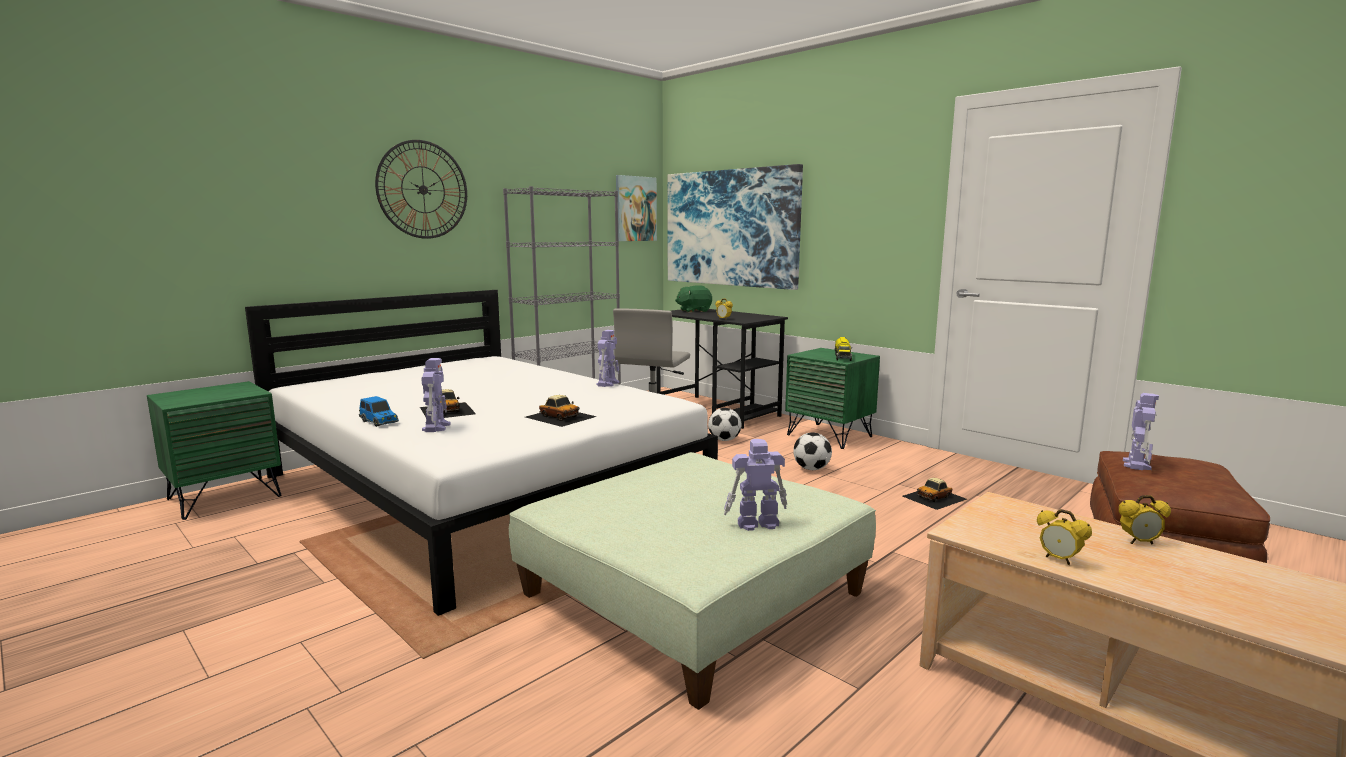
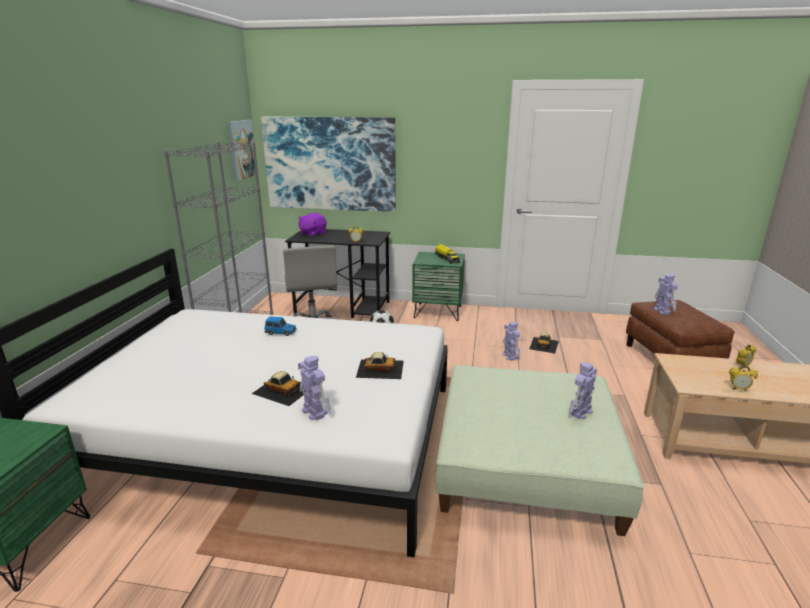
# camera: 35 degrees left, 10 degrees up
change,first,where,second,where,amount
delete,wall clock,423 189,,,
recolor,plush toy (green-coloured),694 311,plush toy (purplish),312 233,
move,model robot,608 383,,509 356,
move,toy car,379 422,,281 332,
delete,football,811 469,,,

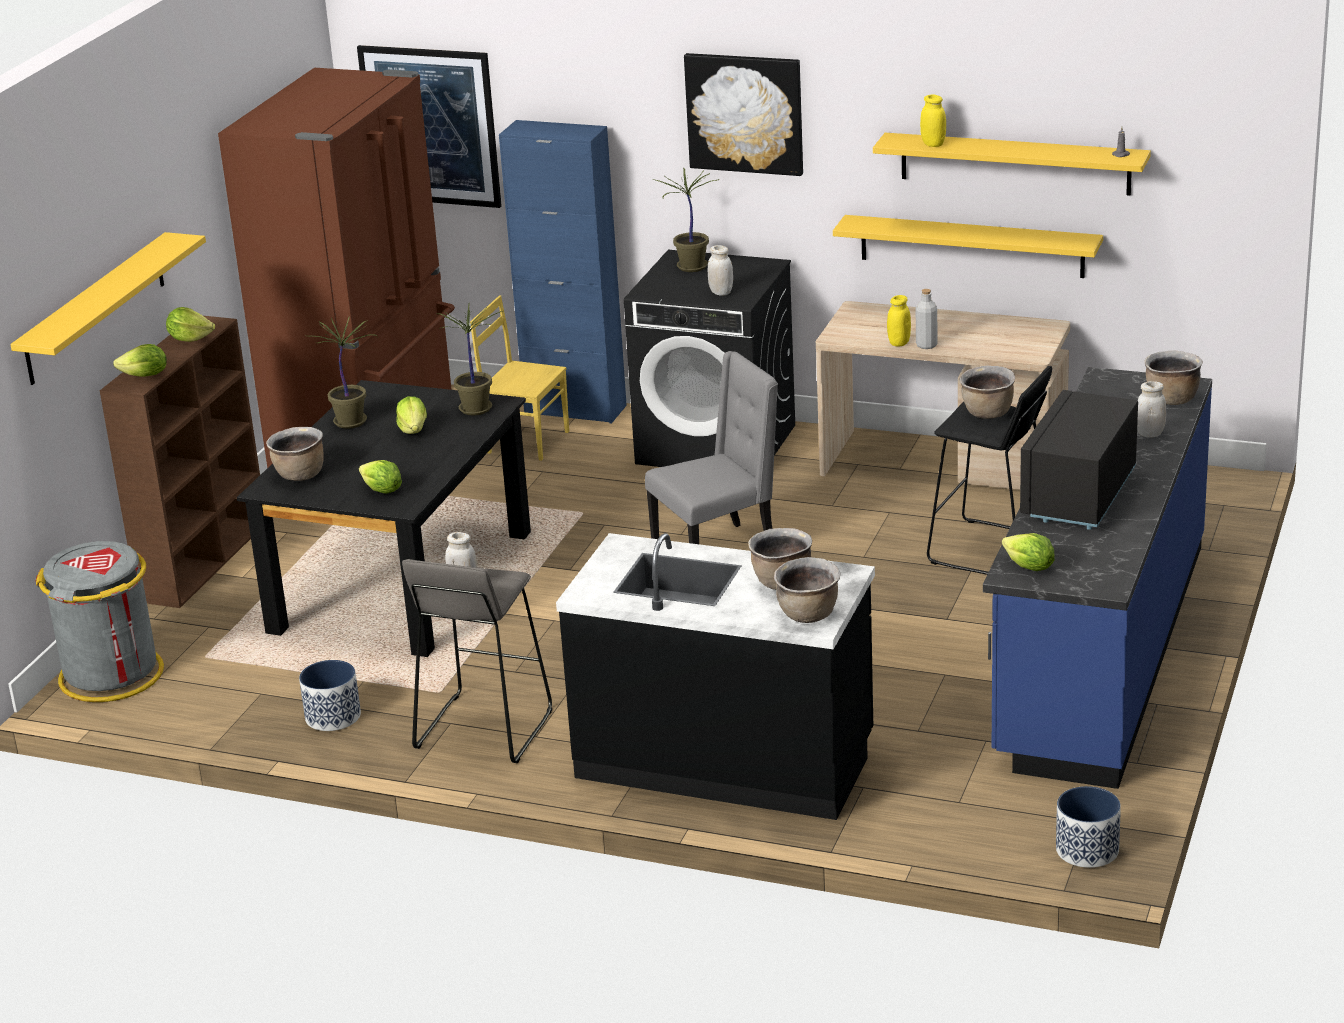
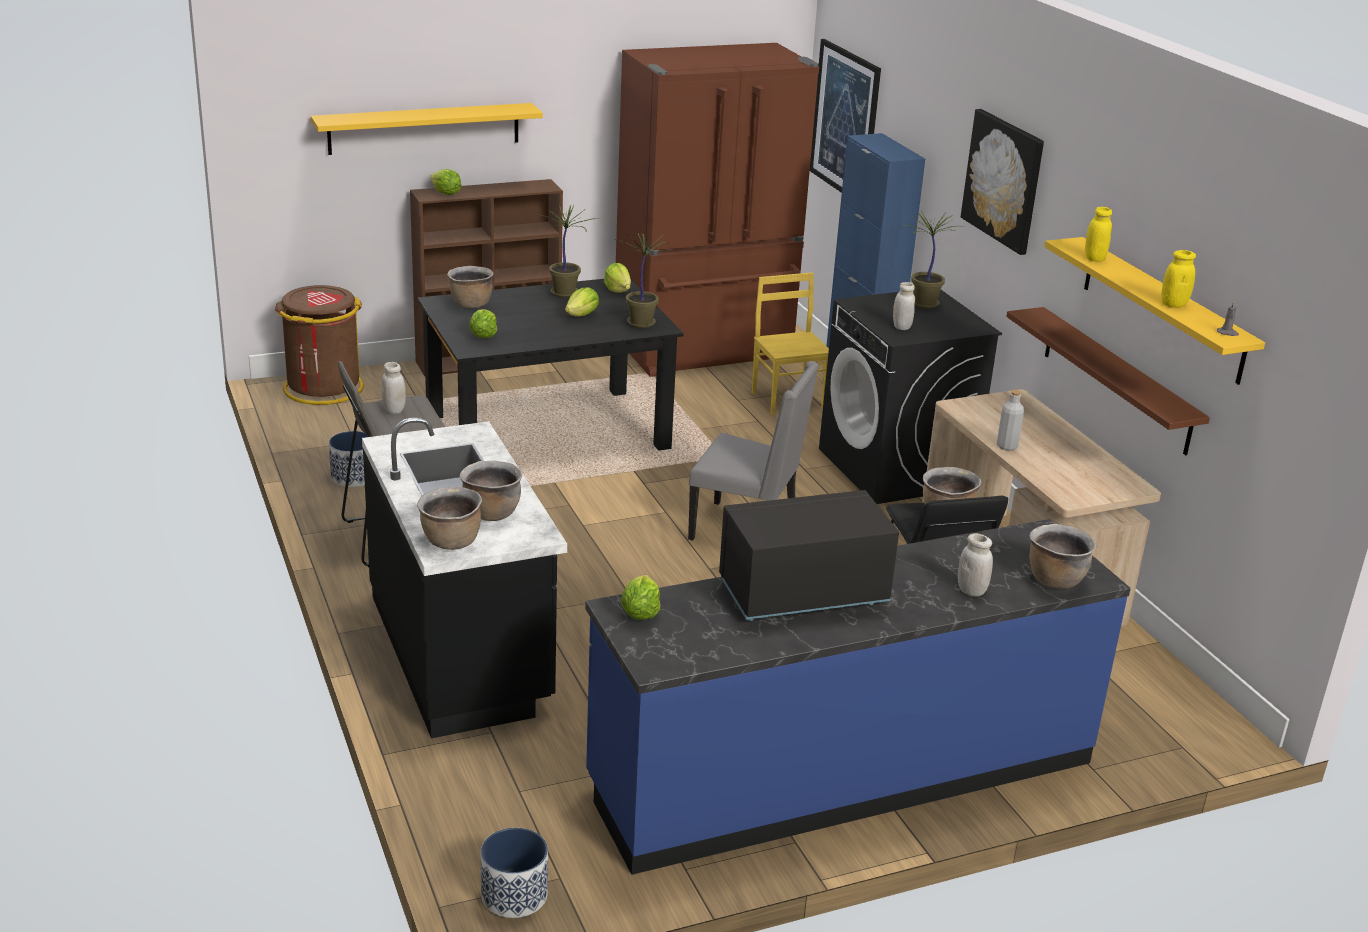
# camera: 45 degrees right, 0 degrees up
change,first,where,second,where,amount
recolor,wall shelf (yellow-coloured),971 246,wall shelf (brown-coloured),1116 380,
move,storage jar (yellow-coloured),899 343,,1173 304,
move,lettuce head,190 338,,618 290,
recolor,rubbish bin (greyish),112 675,rubbish bin (brown-coloured),323 388,

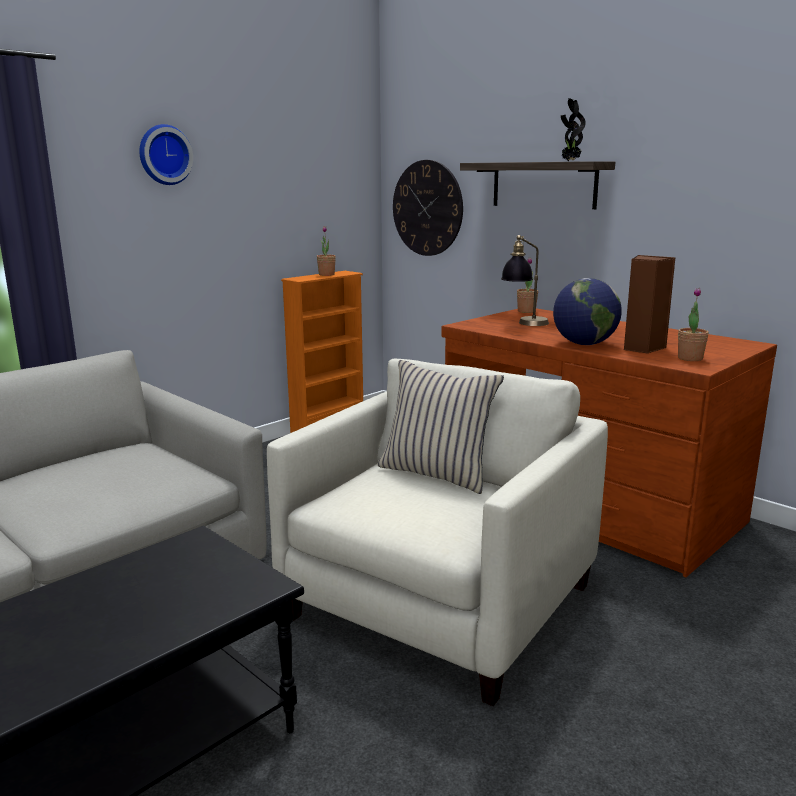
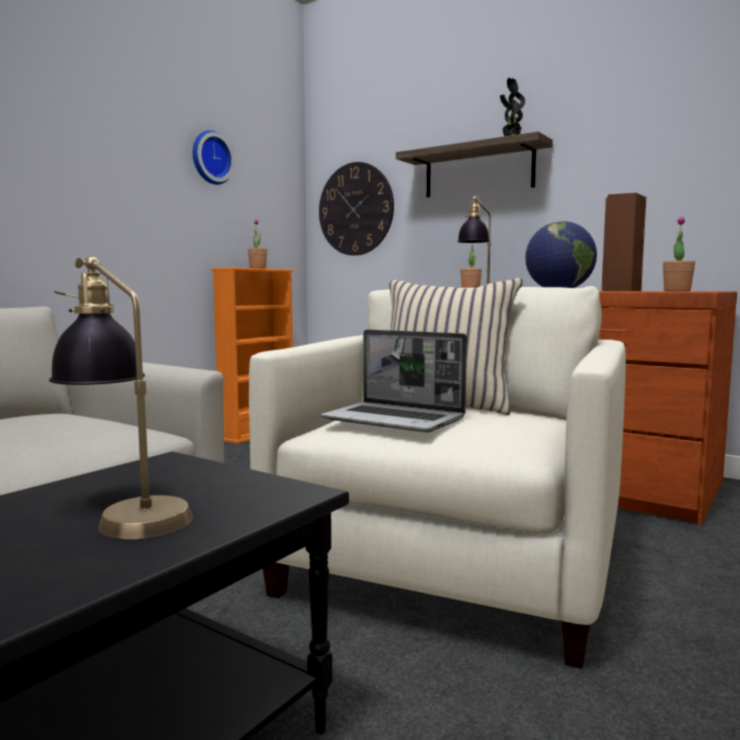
# camera: 10 degrees left, 10 degrees down
change,first,where,second,where,amount
move,wall clock,164 155,,210 158,
insert,,,table lamp,124 512,
insert,,,laptop,395 420,

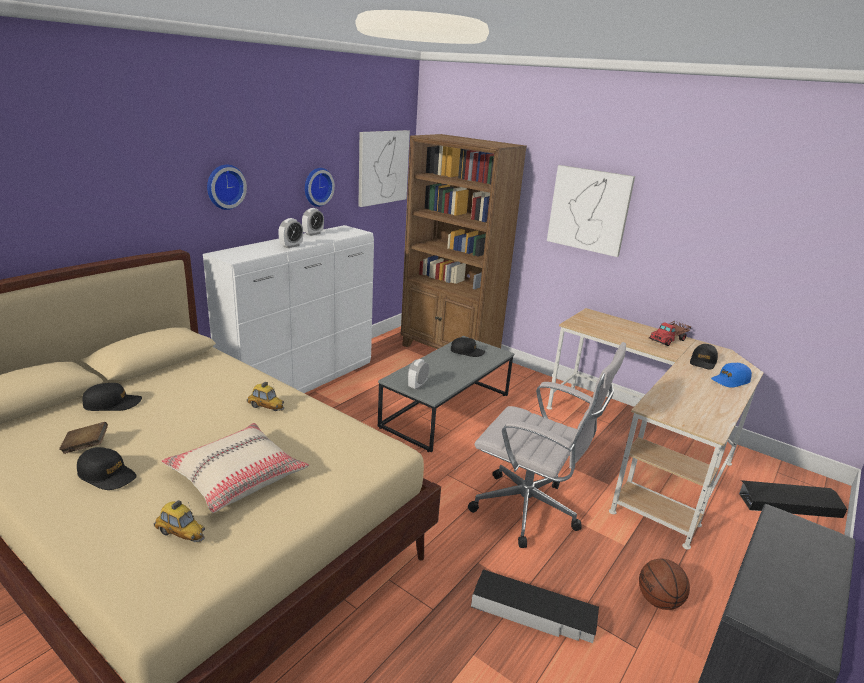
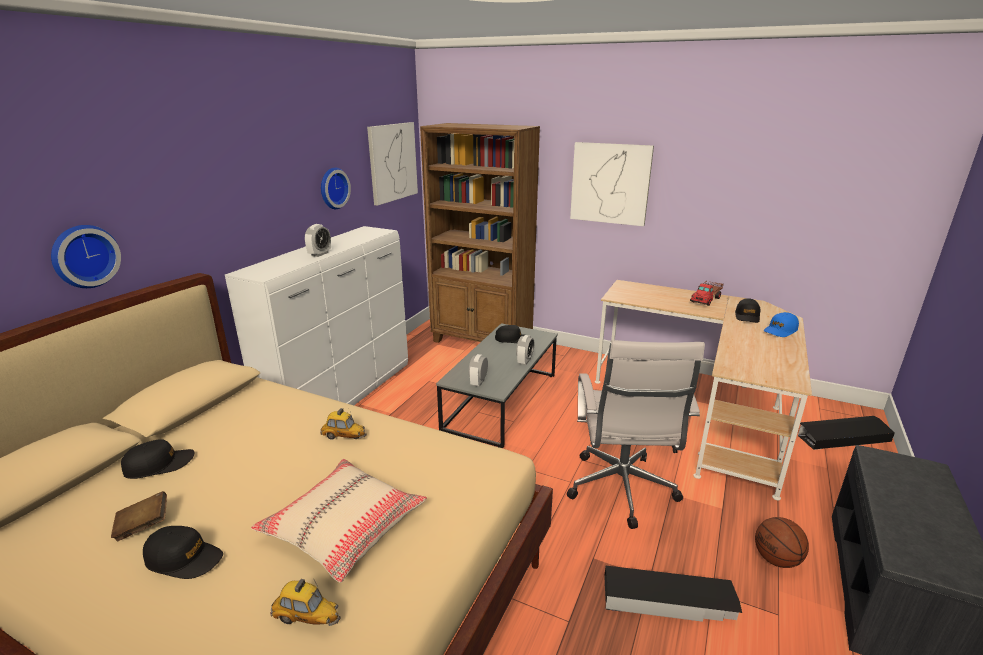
# camera: 10 degrees left, 0 degrees up
change,first,where,second,where,amount
move,wall clock,224 186,,84 256,
move,bedside clock,313 234,,524 361,
rotate,office chair (white-coloured),530 511,,622 491,75 degrees clockwise

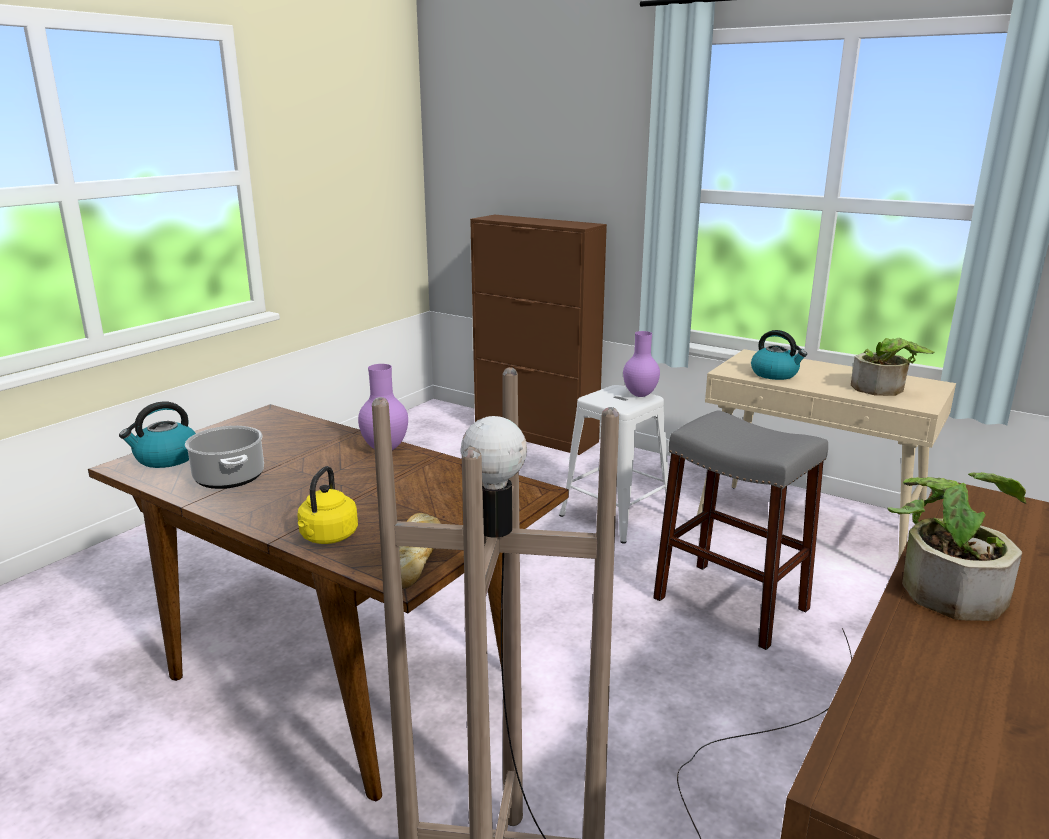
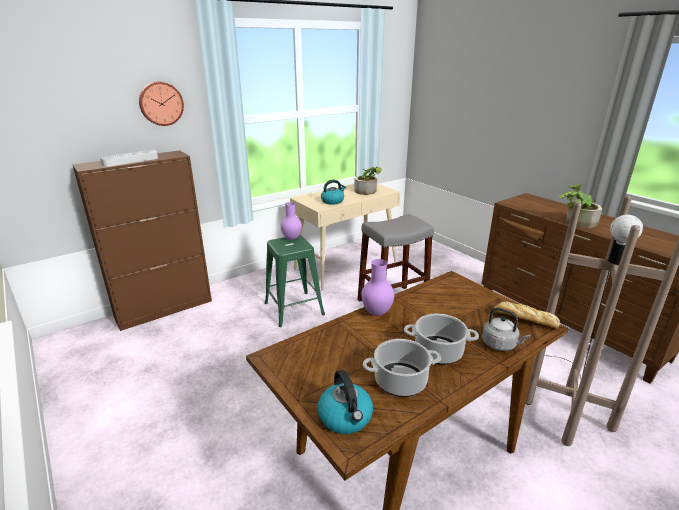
# camera: 70 degrees left, 5 degrees up
change,first,where,second,where,amount
recolor,stool seat (white-coloured),616 514,stool seat (green-coloured),293 308,
recolor,water kettle (yellow-coloured),327 537,water kettle (greyish),500 345,
insert,,,wall clock,161 103,
insert,,,serving tray (greyish),130 161,
insert,,,cooking pot,439 351,

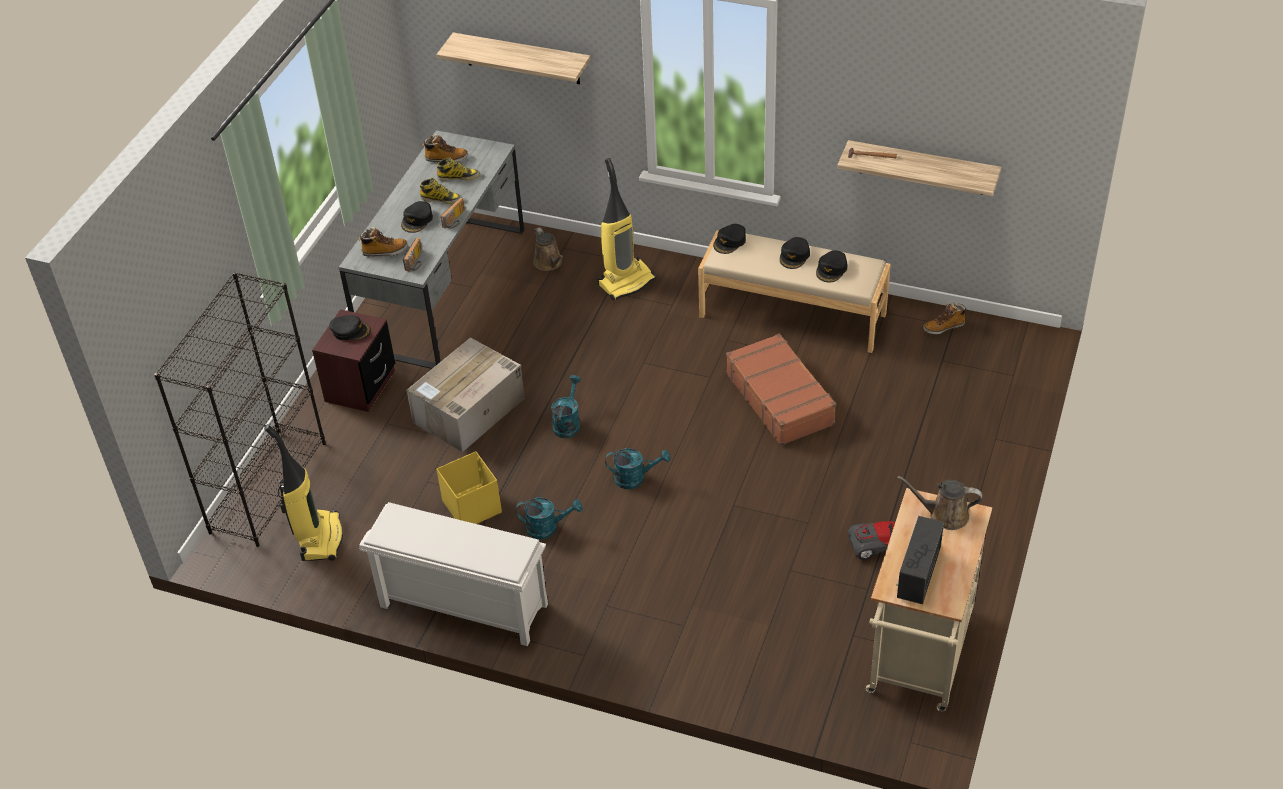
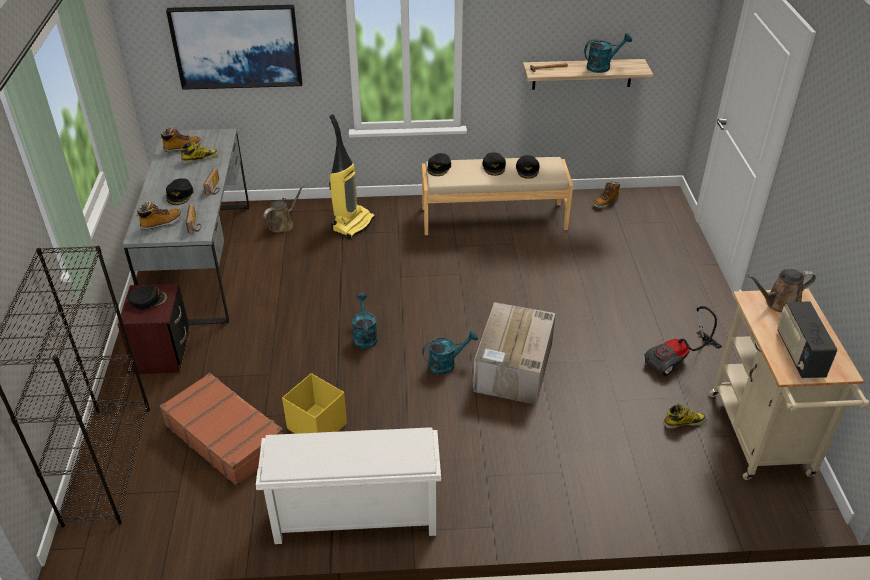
# camera: 25 degrees left, 5 degrees down
change,first,where,second,where,amount
replace,wall shelf,522 59,picture,237 46,
move,high-top boot,441 199,,684 421,
rotate,sprinkling can (brown-coloured),549 263,,283 224,90 degrees counterclockwise
move,suitcase (brown-coloured),780 398,,225 436,
move,cardboard box,468 411,,513 368,
delete,vacuum cleaner,319 538,,,
move,sprinkling can (turquoise),547 528,,602 66,

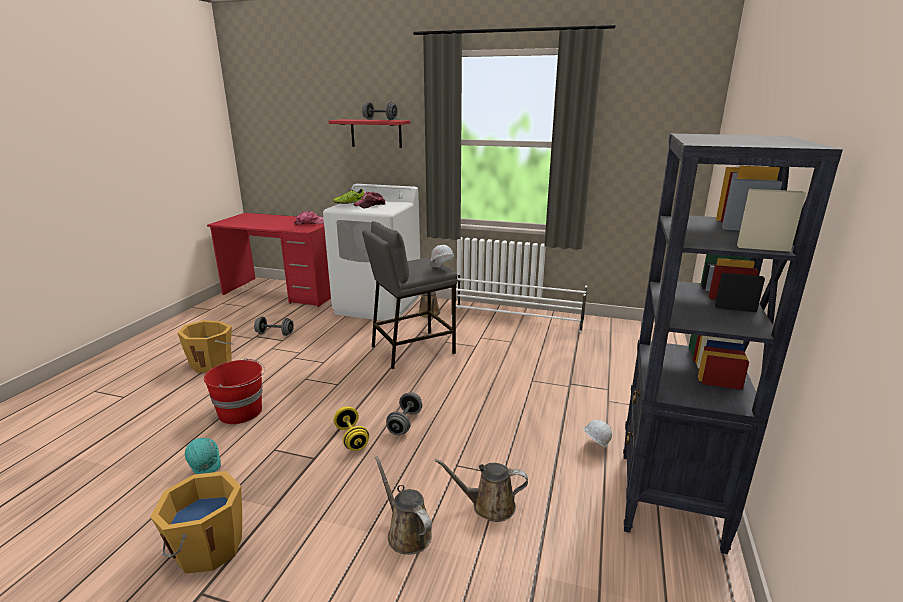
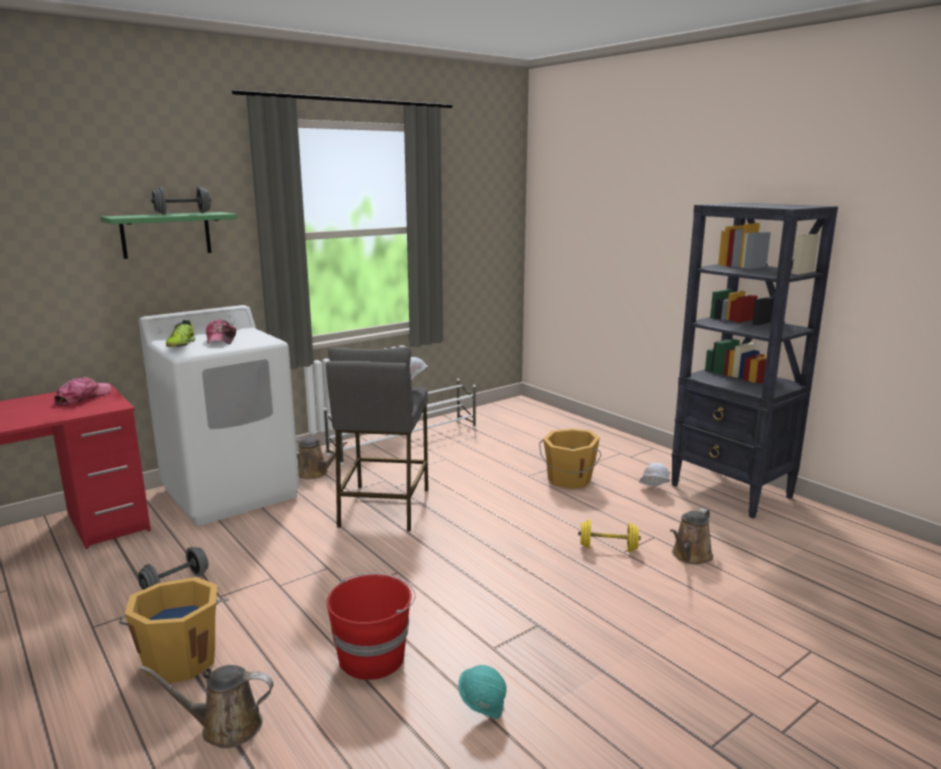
# camera: 55 degrees left, 5 degrees down
change,first,where,second,where,amount
recolor,wall shelf (red-coloured),376 133,wall shelf (green-coloured),166 235,
delete,hand weight (greyish),405 423,,,
move,hand weight (yellow-coloured),351 438,,608 548,
move,sprinkling can (brown-coloured),406 533,,225 727,
move,water bucket (orange-coloured),207 548,,569 480,

